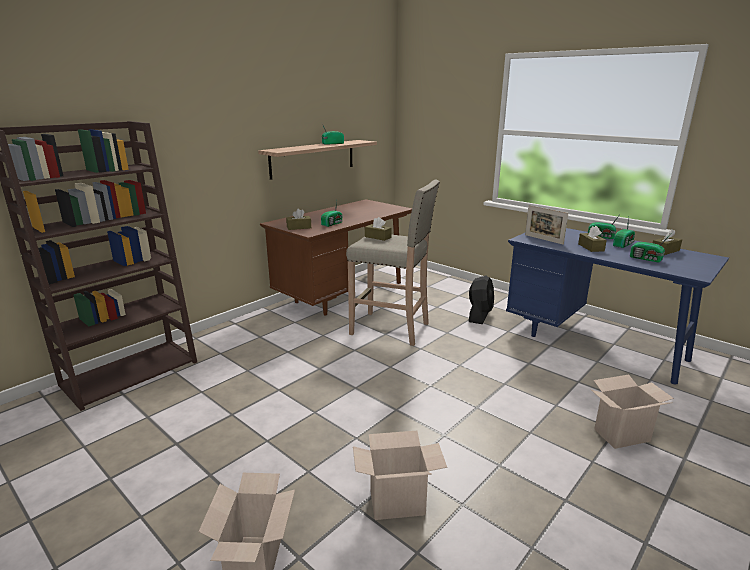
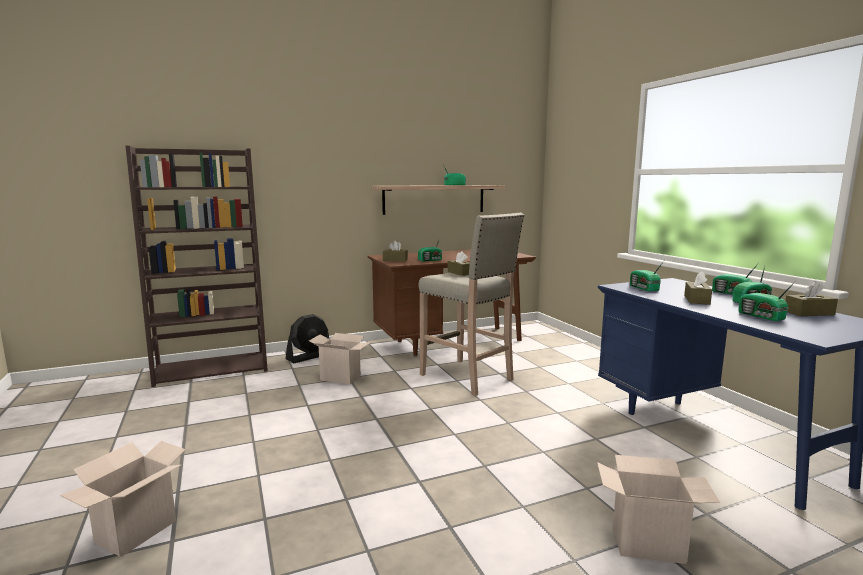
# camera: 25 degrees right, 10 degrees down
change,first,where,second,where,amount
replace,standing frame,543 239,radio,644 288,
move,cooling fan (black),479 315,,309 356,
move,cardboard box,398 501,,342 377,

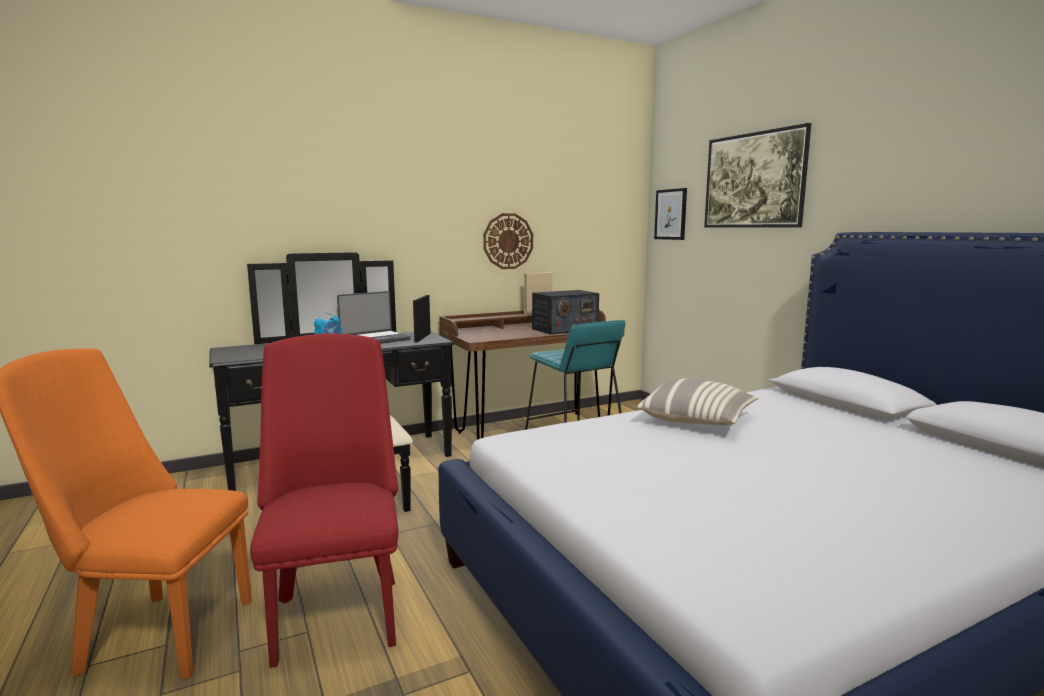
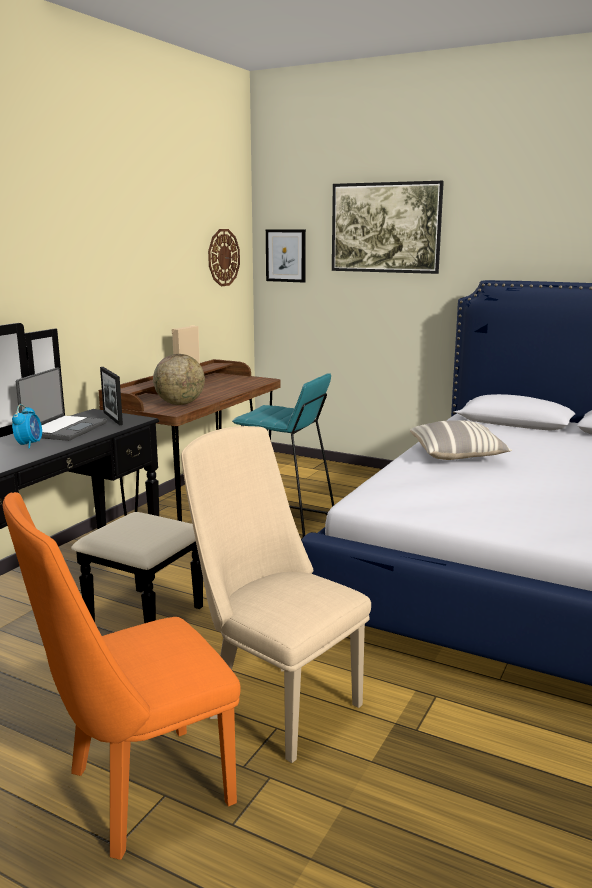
# camera: 35 degrees left, 5 degrees up
change,first,where,second,where,amount
move,wall clock,508 241,,223 257,
delete,radio,564 329,,,
recolor,upright chair (red-coloured),336 612,upright chair (beige-coloured),276 704,
insert,,,world globe,180 404,

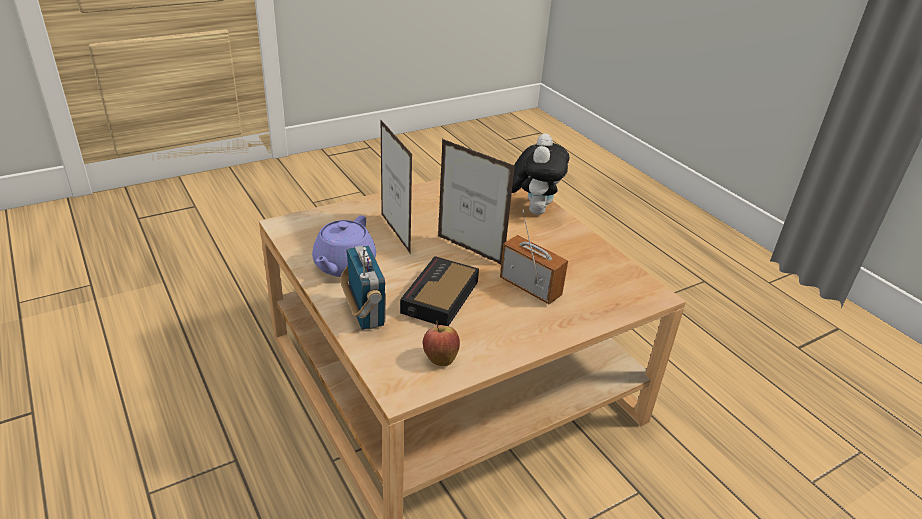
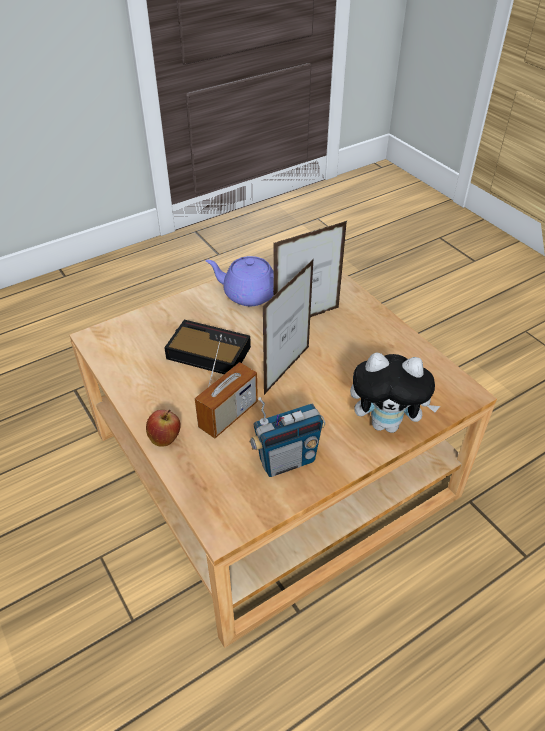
# camera: 90 degrees right, 10 degrees up
change,first,where,second,where,amount
move,radio,365 314,,286 460,
move,apple fruit,440 358,,165 439,

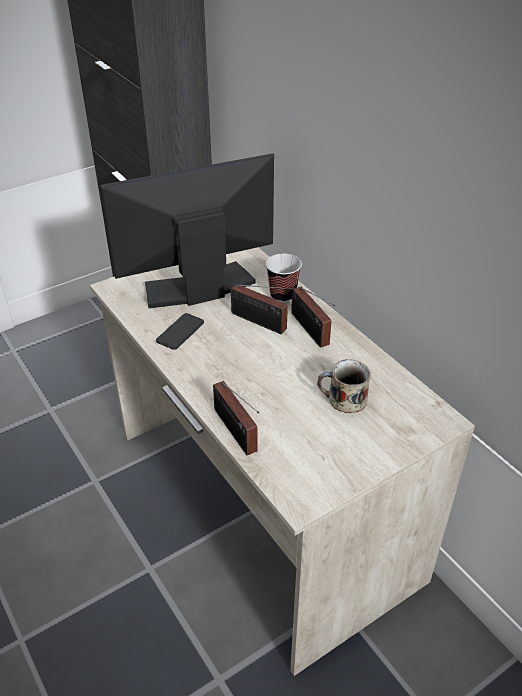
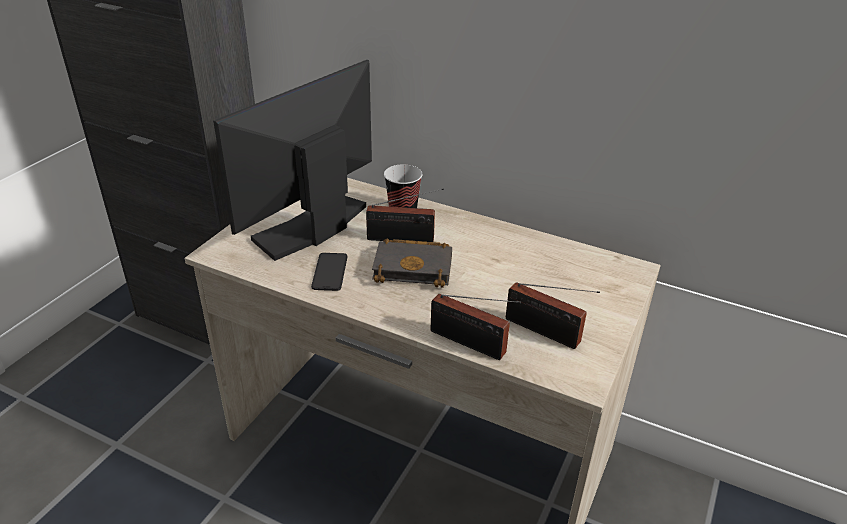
# camera: 30 degrees left, 5 degrees down
change,first,where,second,where,amount
move,radio,311 331,,546 333,
delete,tea mug,344 399,,,
insert,,,book (black),415 267,

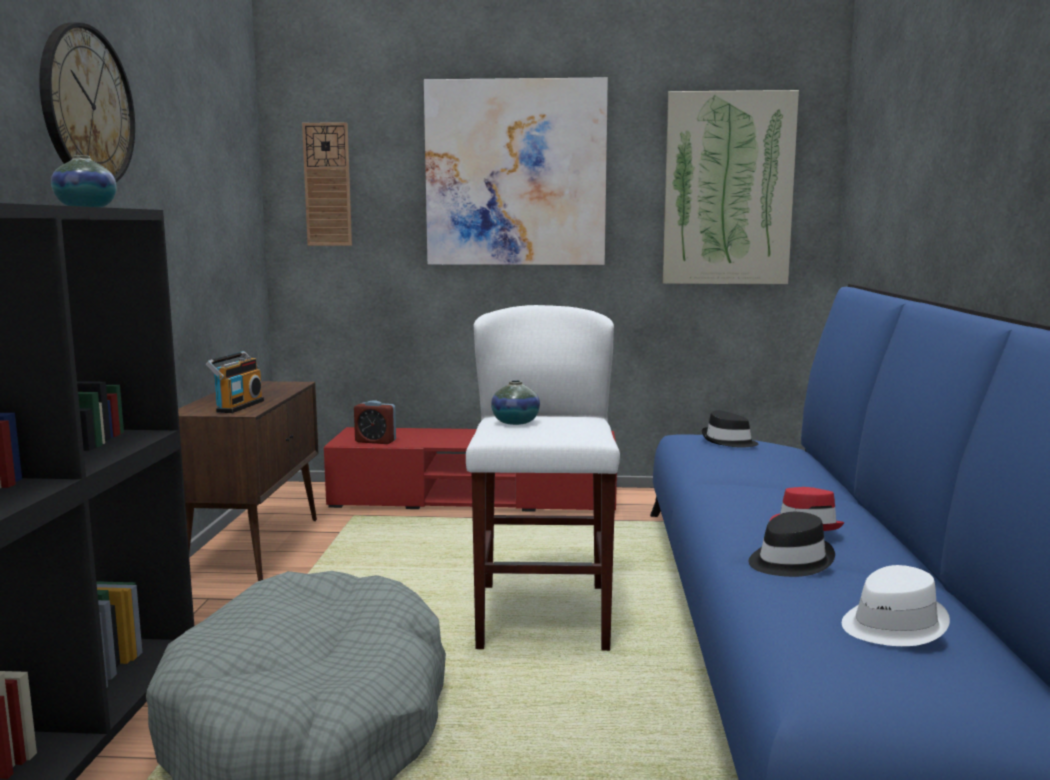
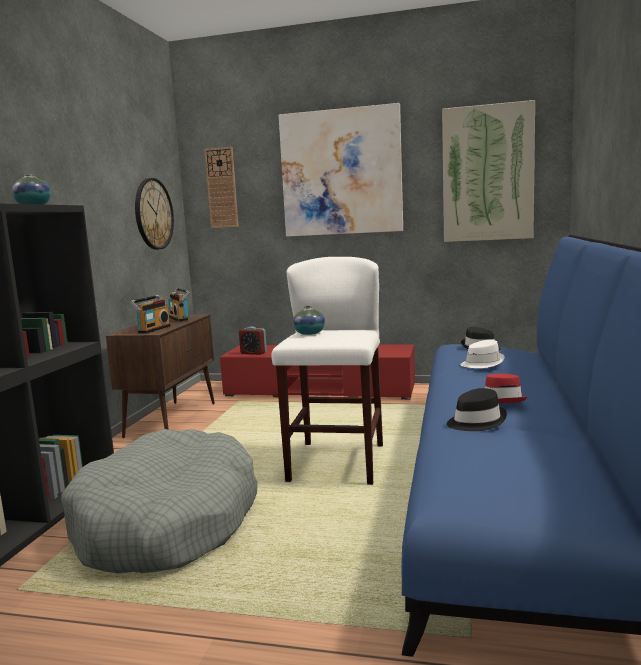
# camera: 10 degrees right, 0 degrees up
change,first,where,second,where,amount
move,wall clock,87 106,,153 214,
move,wearable hat (white-coloured),891 625,,482 363,
insert,,,radio,180 318,

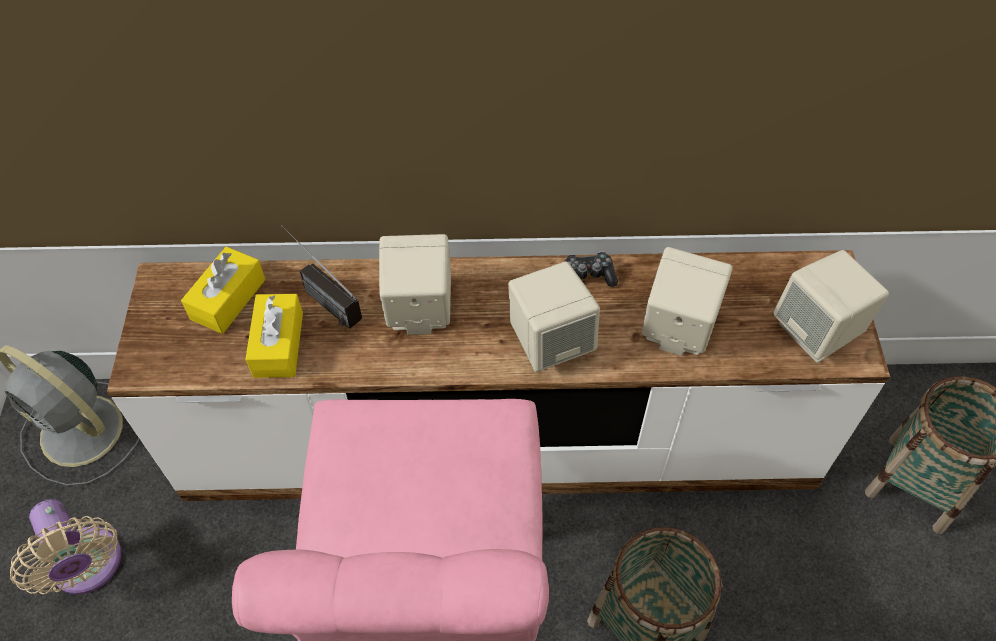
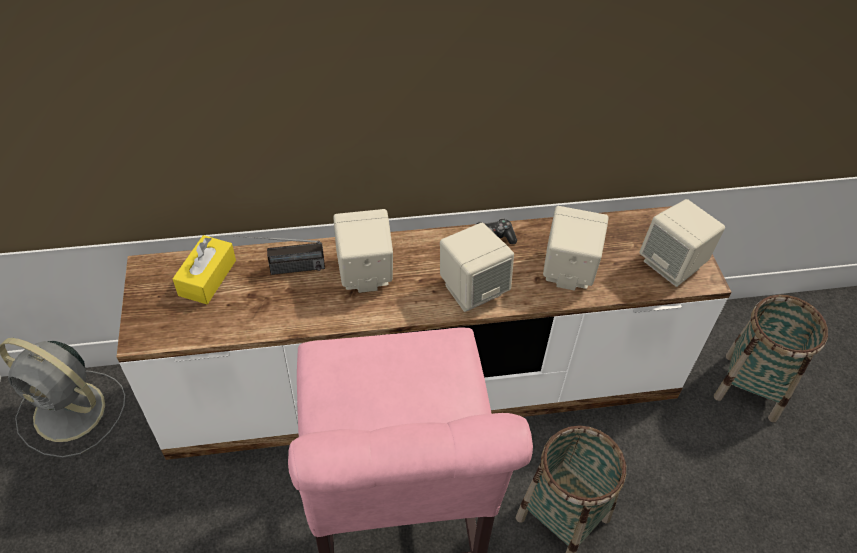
# camera: 10 degrees left, 5 degrees down
change,first,where,second,where,amount
rotate,radio,320 296,,282 269,45 degrees counterclockwise
delete,tissue holder (yellow-coloured),278 344,,,
delete,cooling fan (beige-coloured),89 567,,,

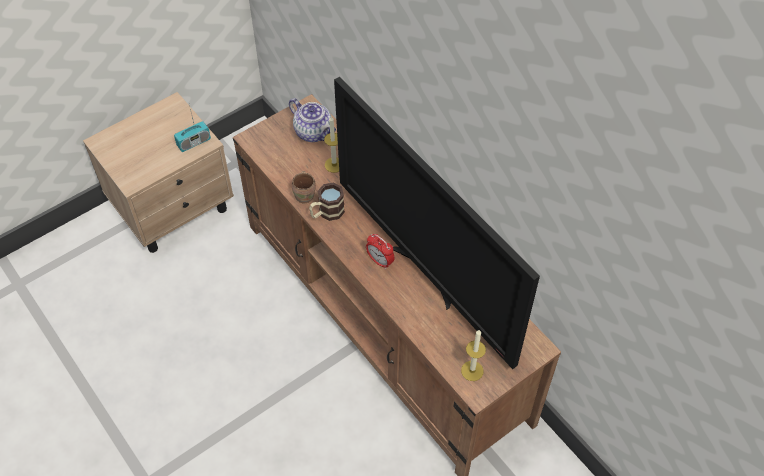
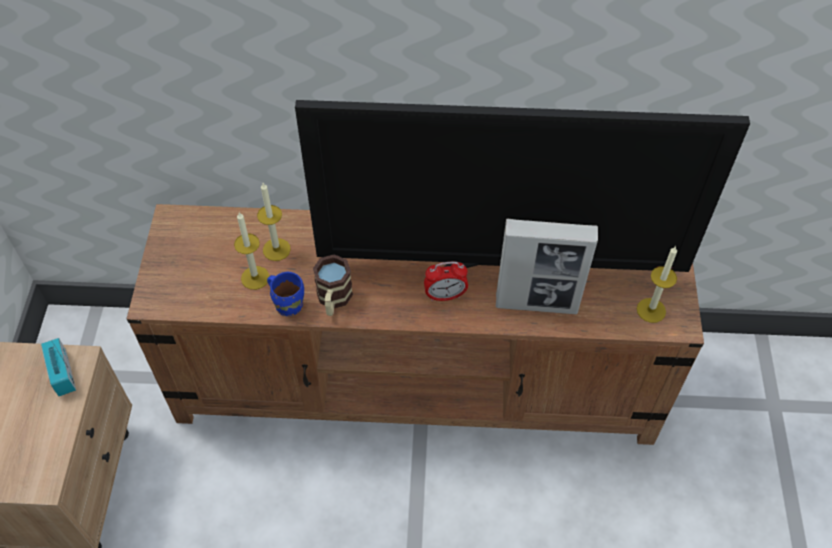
# camera: 50 degrees left, 0 degrees up
change,first,where,second,where,amount
delete,pot for tea,314 132,,,
rotate,radio,194 142,,62 374,150 degrees clockwise
recolor,tea mug (brown-coloured),305 195,tea mug (blue-coloured),289 303,
insert,,,wax light,255 277,
insert,,,standing frame,537 304,

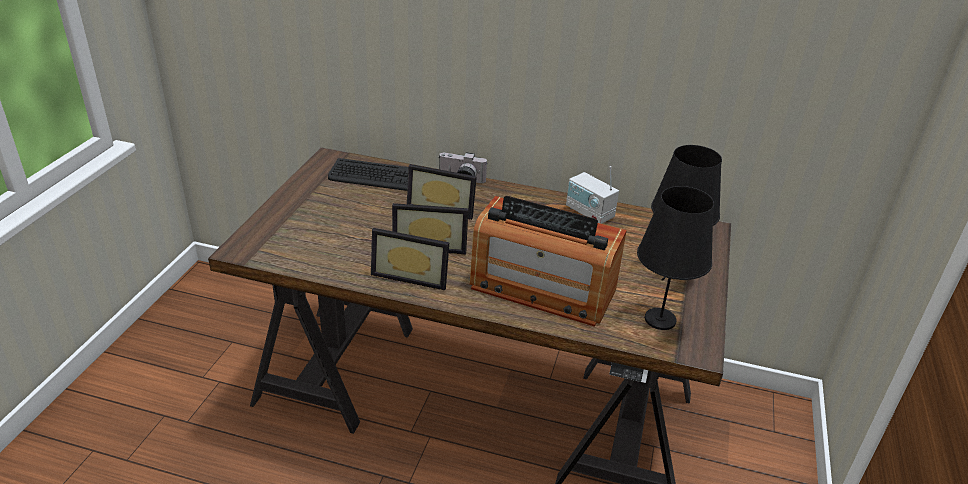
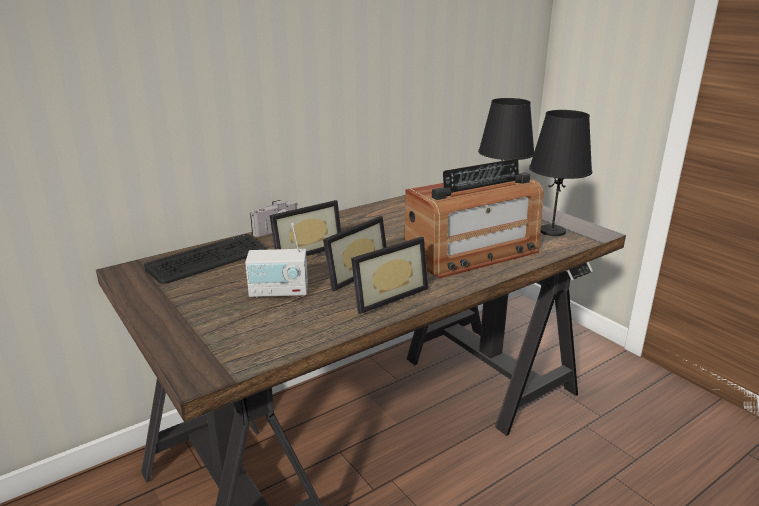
# camera: 50 degrees left, 10 degrees down
change,first,where,second,where,amount
move,radio,589 213,,279 292,

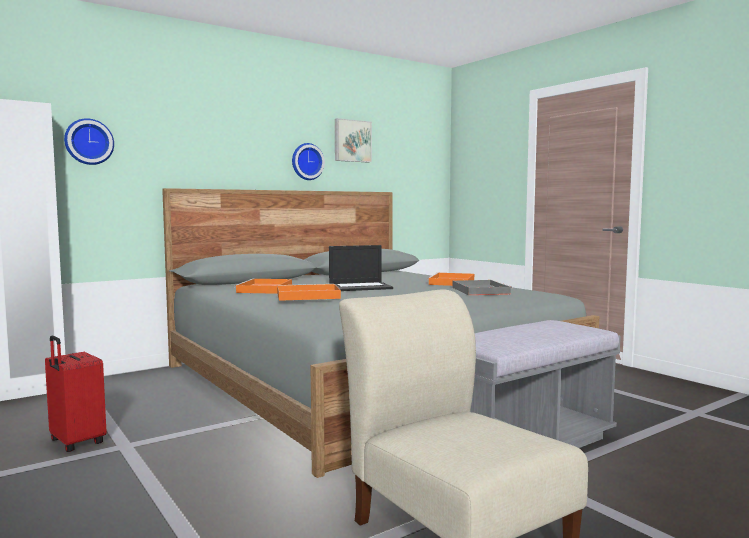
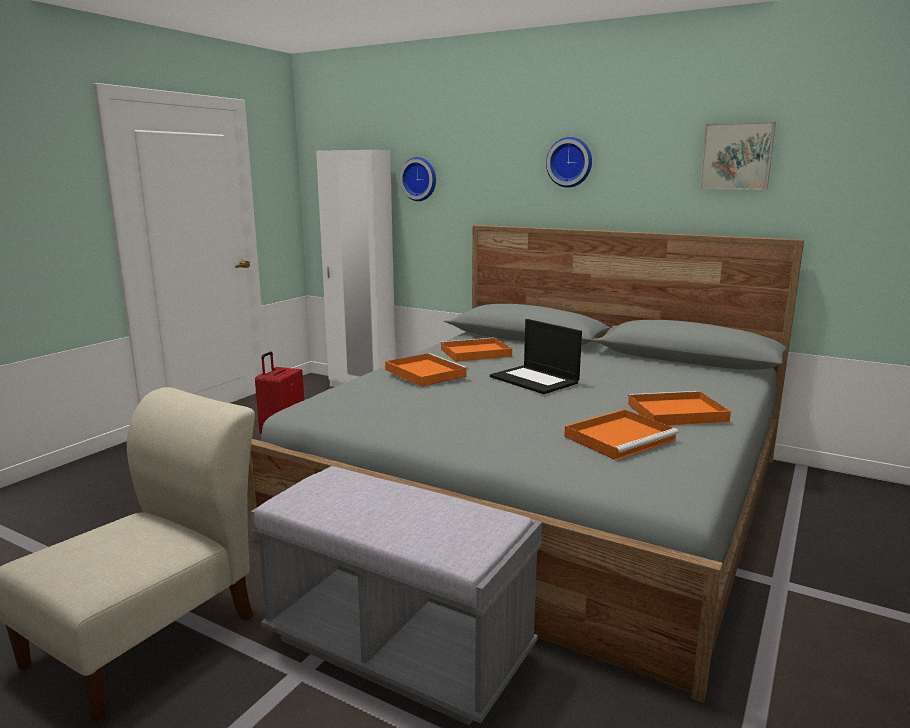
# camera: 65 degrees right, 10 degrees up
change,first,where,second,where,amount
move,wall clock,306 161,,570 162,
recolor,serving tray (greyish),479 290,serving tray (orange-coloured),620 437,

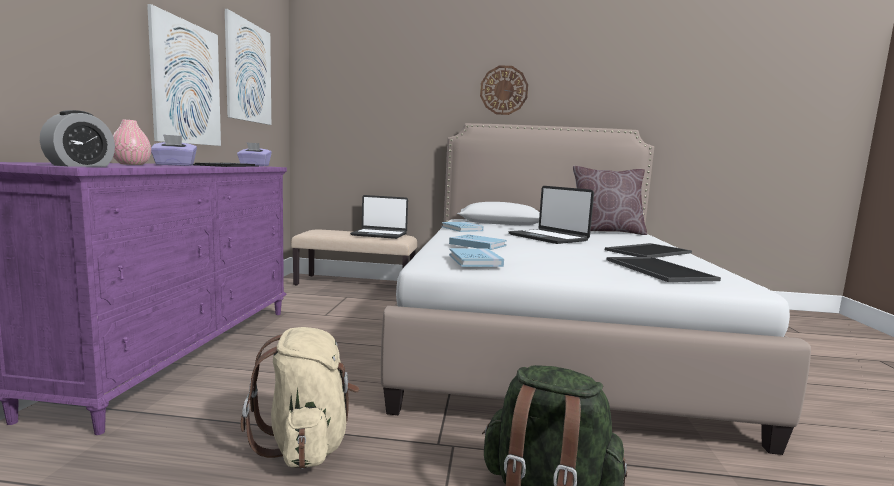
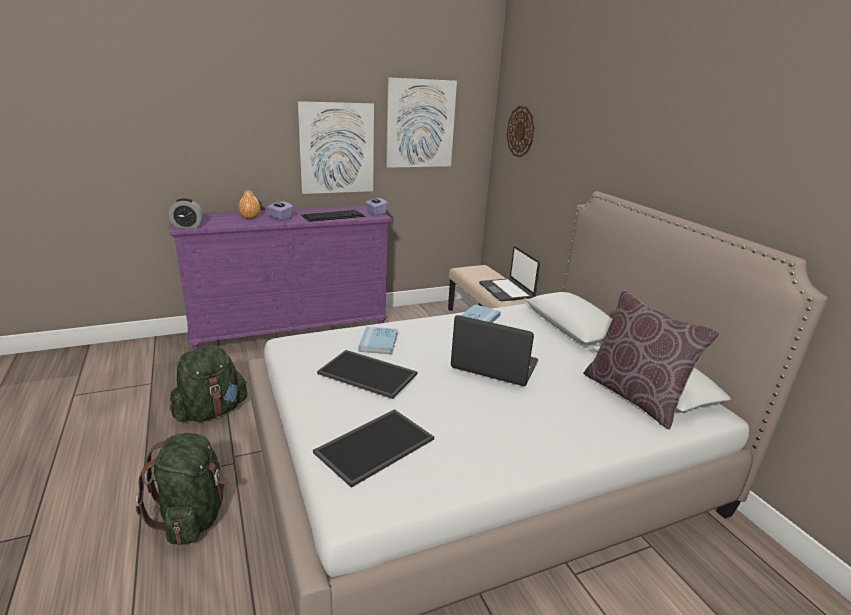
# camera: 60 degrees right, 15 degrees up
change,first,where,second,where,amount
move,wall clock,504 90,,520 131,
recolor,flower vase (pink-coloured),131 164,flower vase (orange-coloured),250 217,
rotate,laptop,548 237,,494 366,90 degrees clockwise
move,serving tray,647 251,,369 373,
delete,book (blue-coloured),475 260,,,
recolor,knapsack (beige-coloured),306 444,knapsack (green-coloured),211 412,

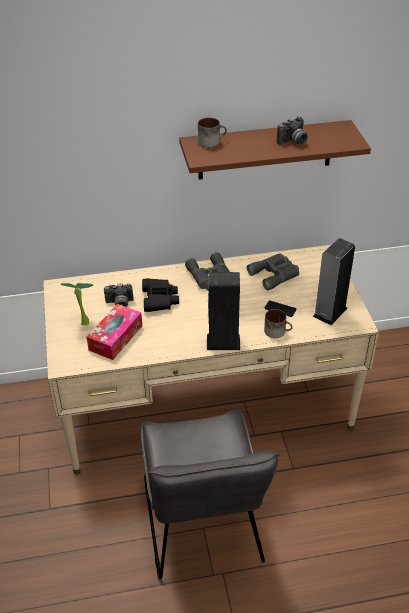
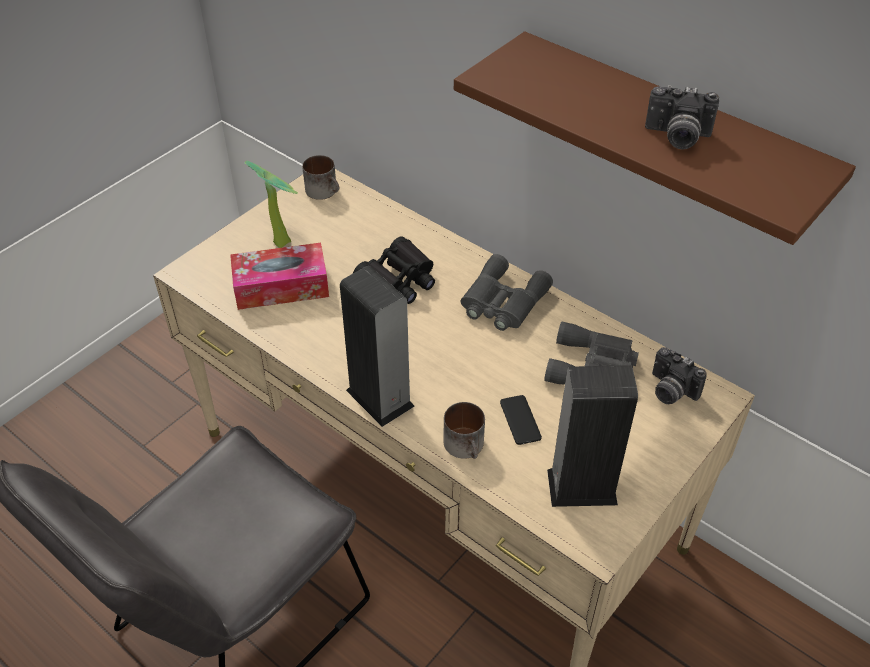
# camera: 50 degrees right, 5 degrees up
change,first,where,second,where,amount
move,tea mug,211 141,,325 191,
move,photo camera,119 304,,670 391,

